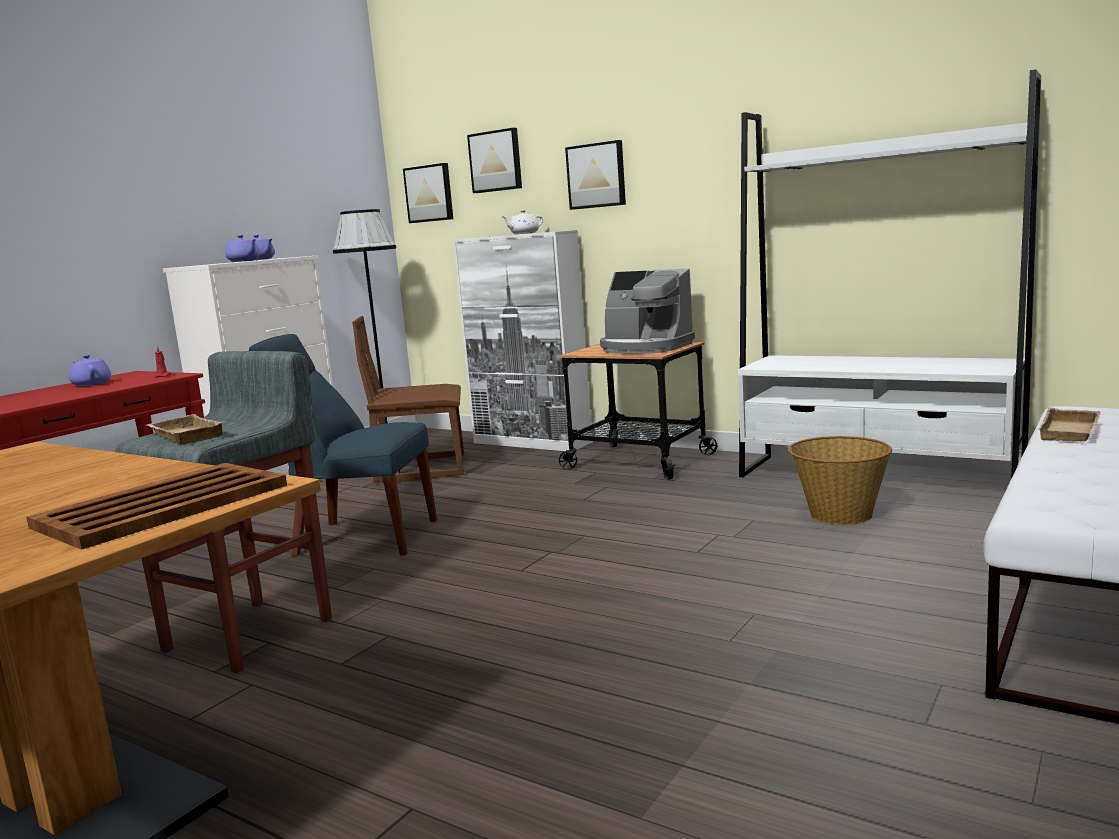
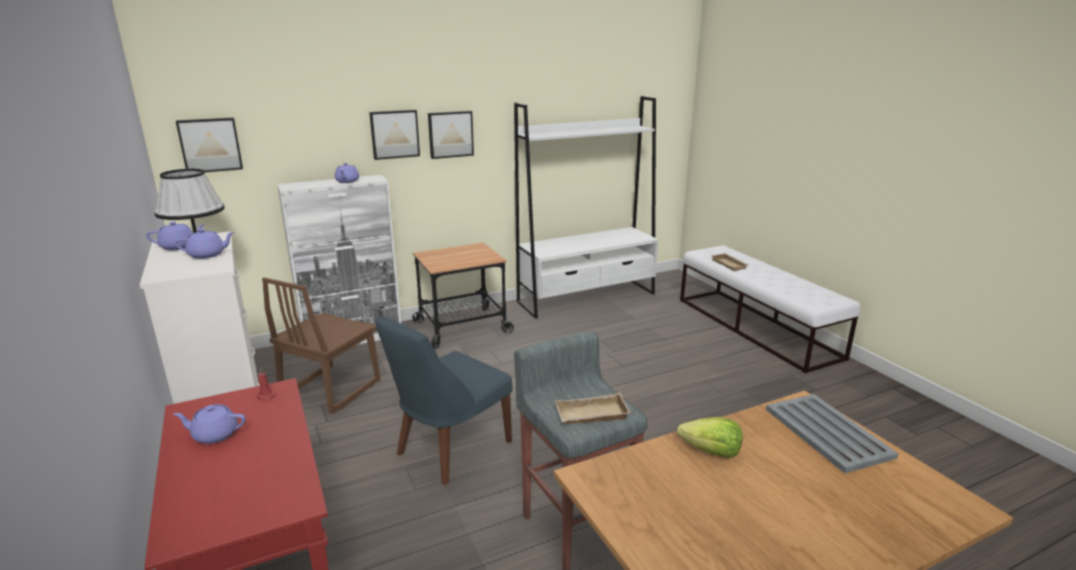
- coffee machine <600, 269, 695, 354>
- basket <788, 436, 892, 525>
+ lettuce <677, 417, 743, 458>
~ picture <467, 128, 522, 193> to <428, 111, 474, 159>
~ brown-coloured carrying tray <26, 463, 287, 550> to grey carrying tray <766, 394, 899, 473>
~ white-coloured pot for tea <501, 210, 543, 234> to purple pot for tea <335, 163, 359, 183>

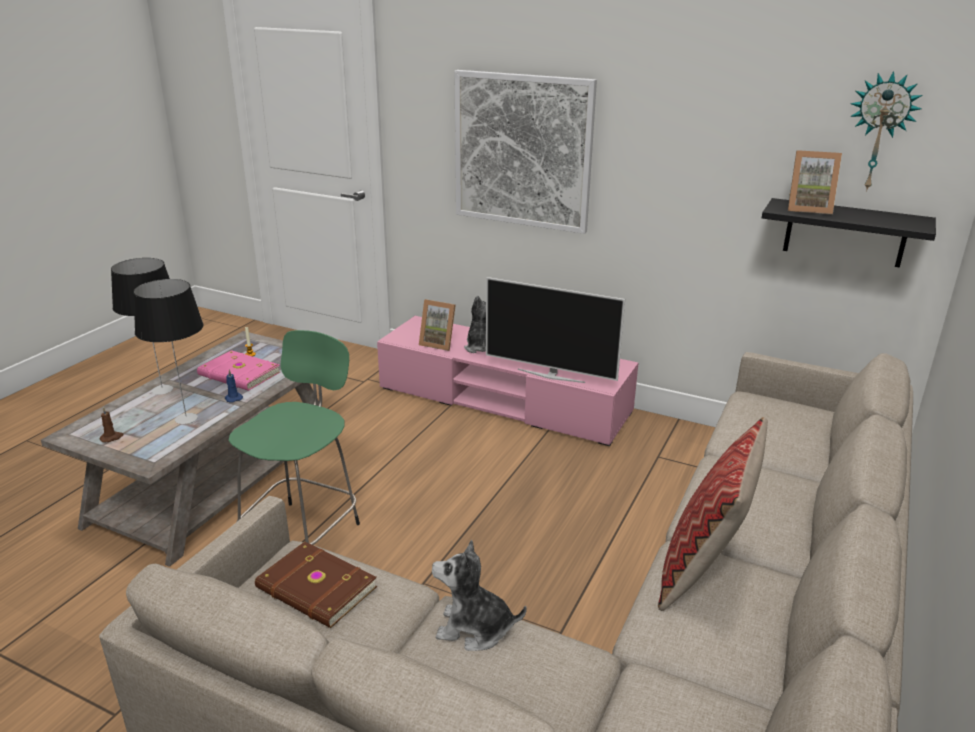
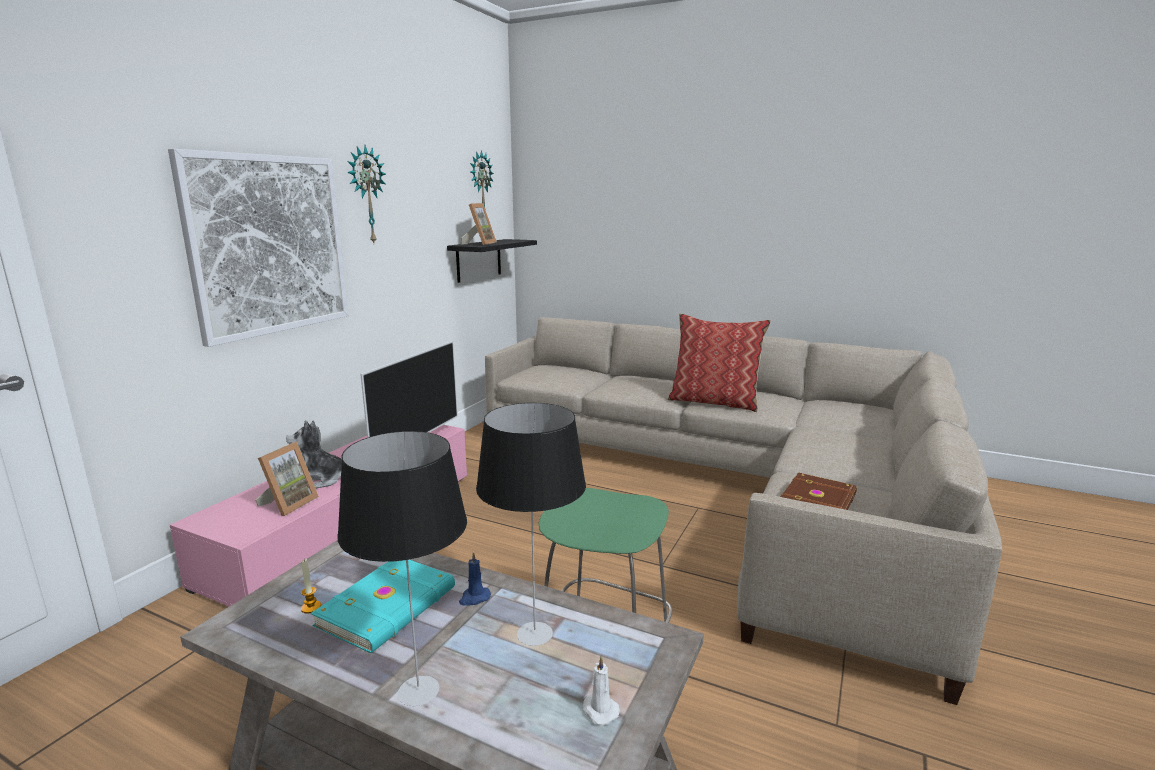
- plush toy <432, 540, 527, 651>
+ wall clock <347, 145, 386, 243>
~ brown-coloured wax candle <99, 407, 124, 443> to white-coloured wax candle <582, 656, 620, 725>
~ pinkish volume <197, 350, 280, 391> to turquoise volume <311, 560, 455, 653>

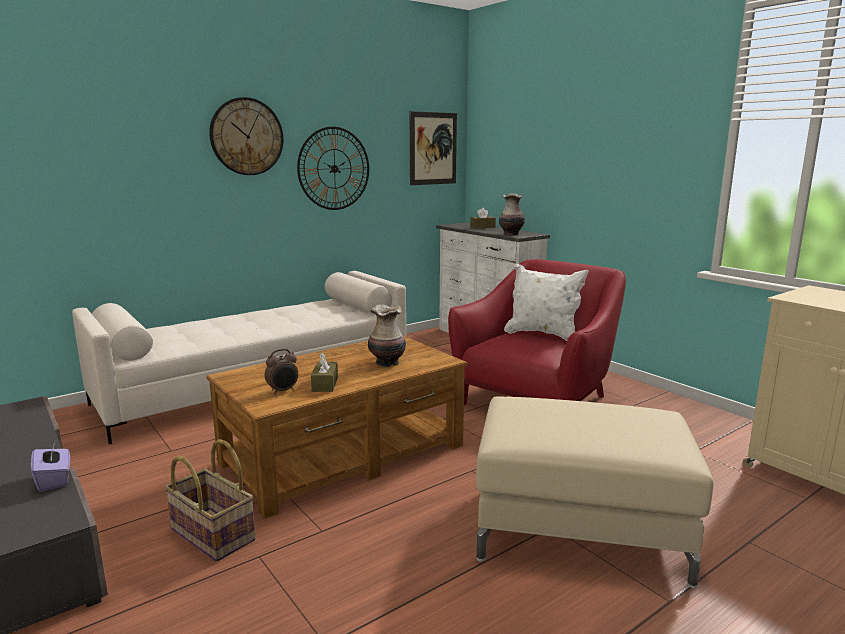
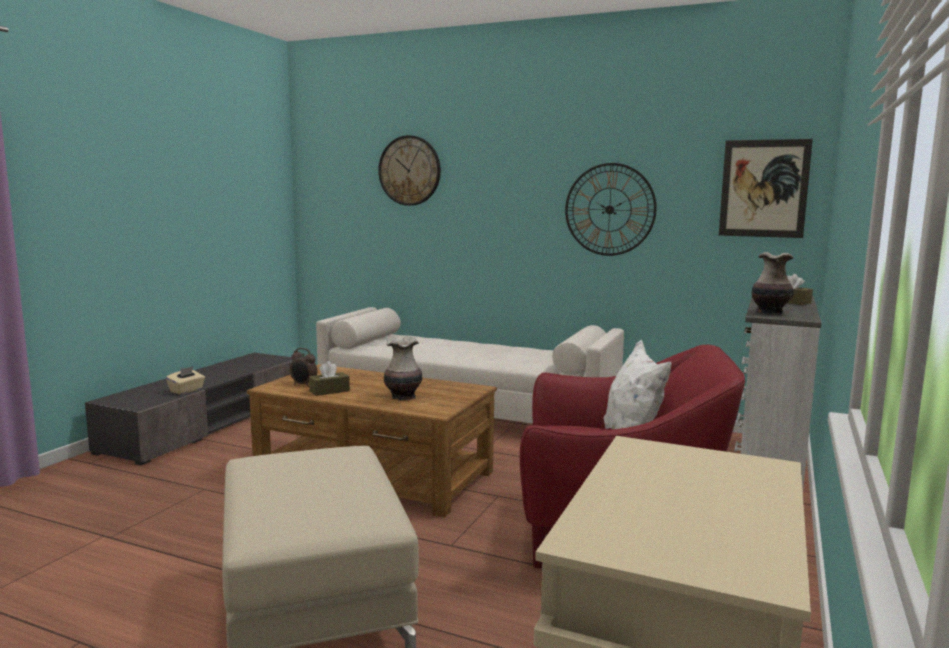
- basket <164, 439, 255, 562>
~ wall clock <209, 97, 284, 175> to <378, 135, 441, 206>
~ purple box of tissues <31, 442, 70, 492> to beige box of tissues <166, 366, 205, 395>

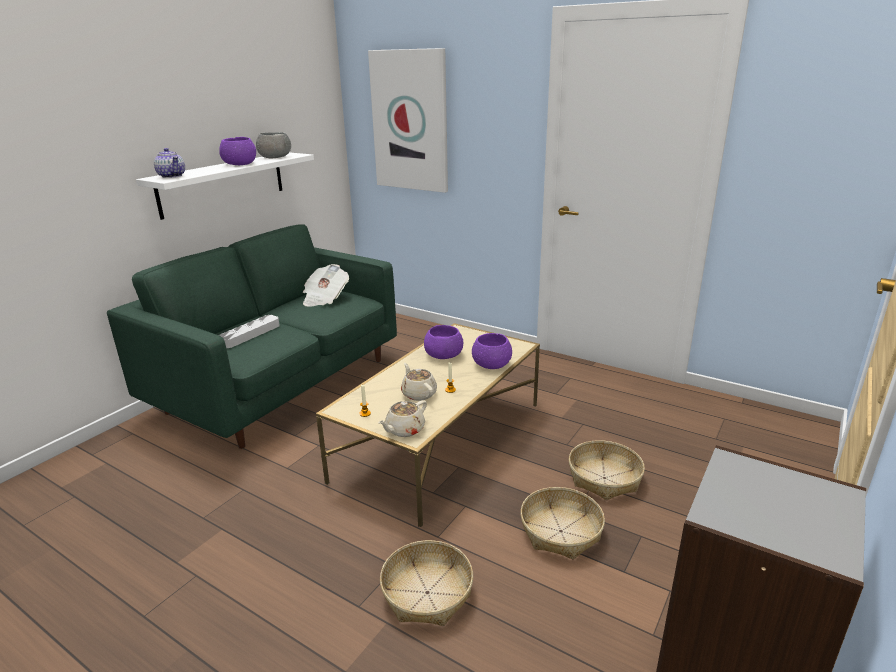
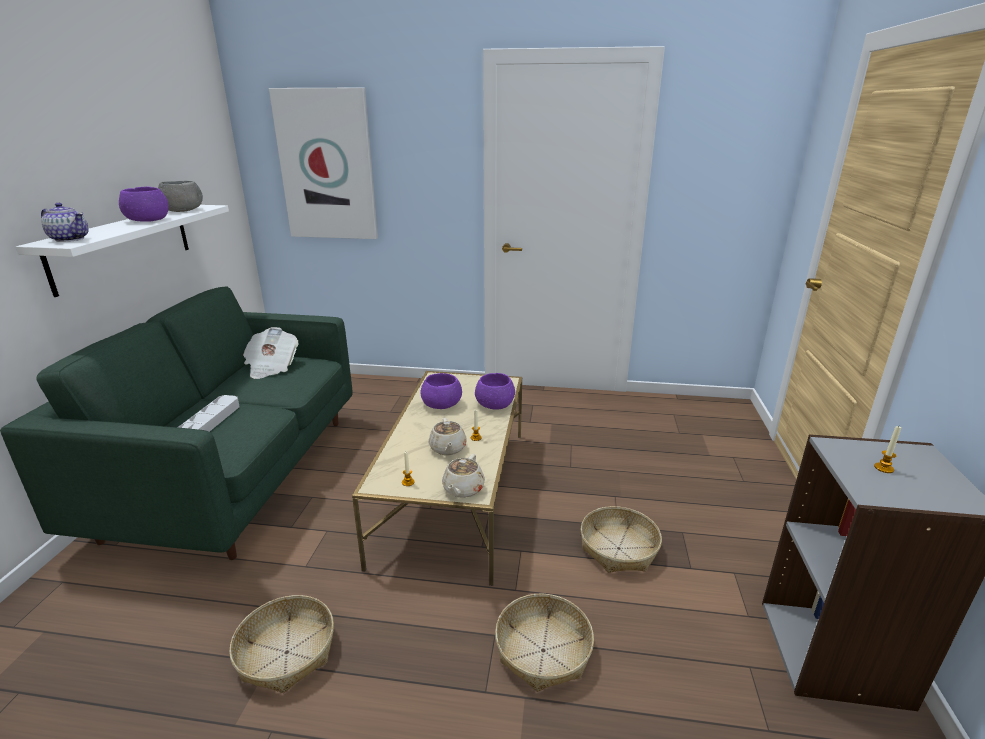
+ wax candle <874, 426, 901, 473>
~ basket <569, 440, 645, 500> to <229, 595, 334, 693>
~ beige pot for tea <401, 363, 437, 401> = <429, 418, 467, 455> 135 degrees counterclockwise

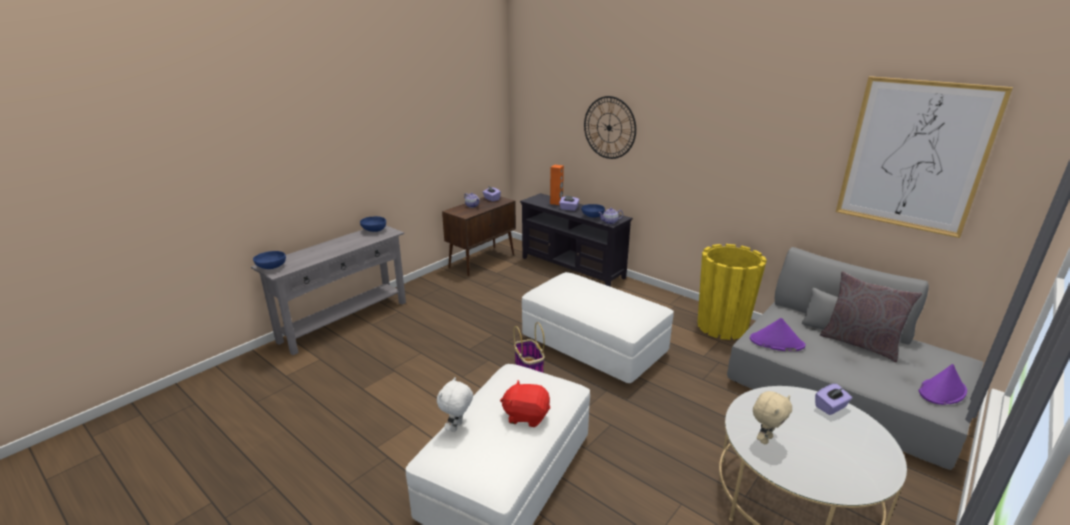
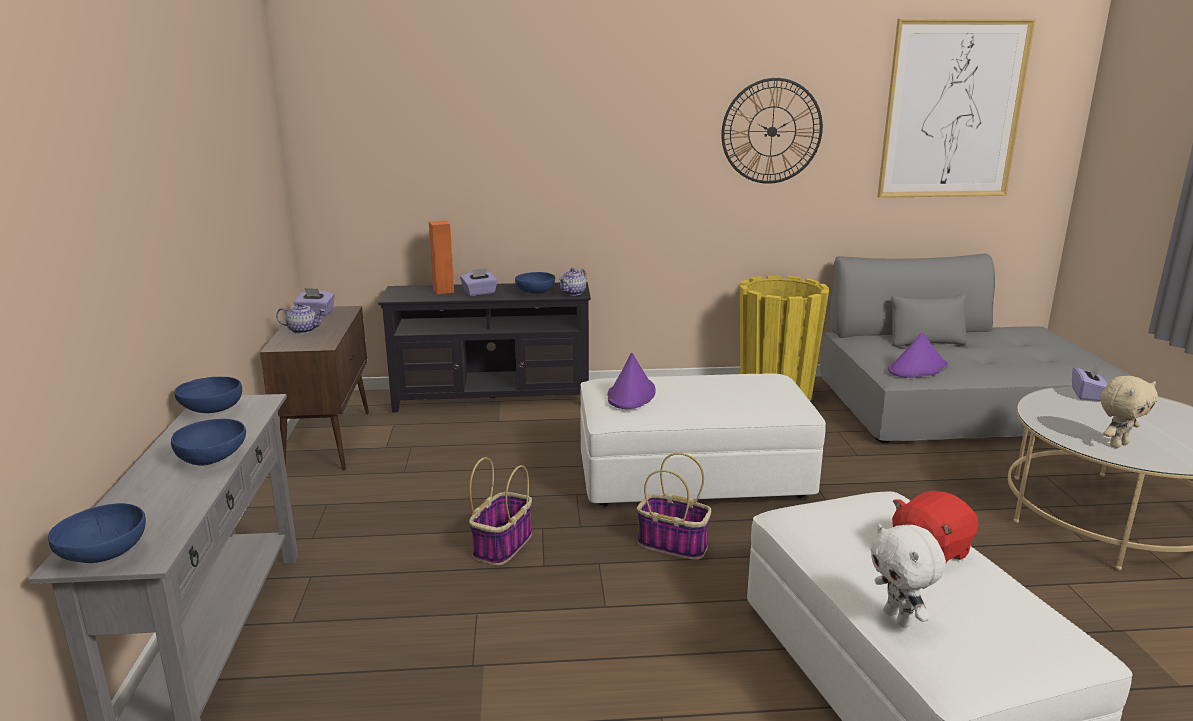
- grey cushion <820, 271, 922, 362>
+ blue deep dish <171, 419, 246, 466>
+ basket <469, 457, 532, 565>
~ wall clock <584, 96, 636, 159> to <721, 78, 823, 184>
~ purple clothing hat <919, 364, 967, 405> to <607, 353, 655, 409>
~ beige plush toy <753, 391, 792, 444> = <1100, 376, 1158, 448> 60 degrees clockwise

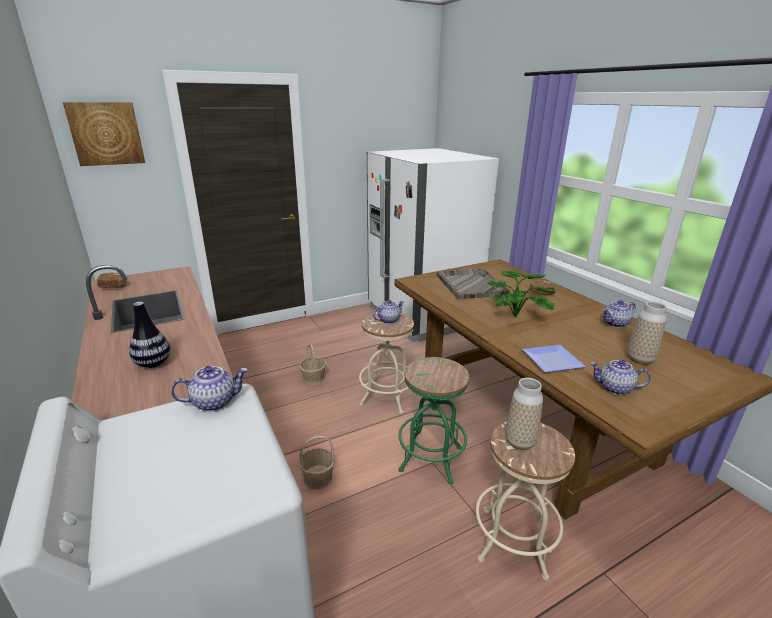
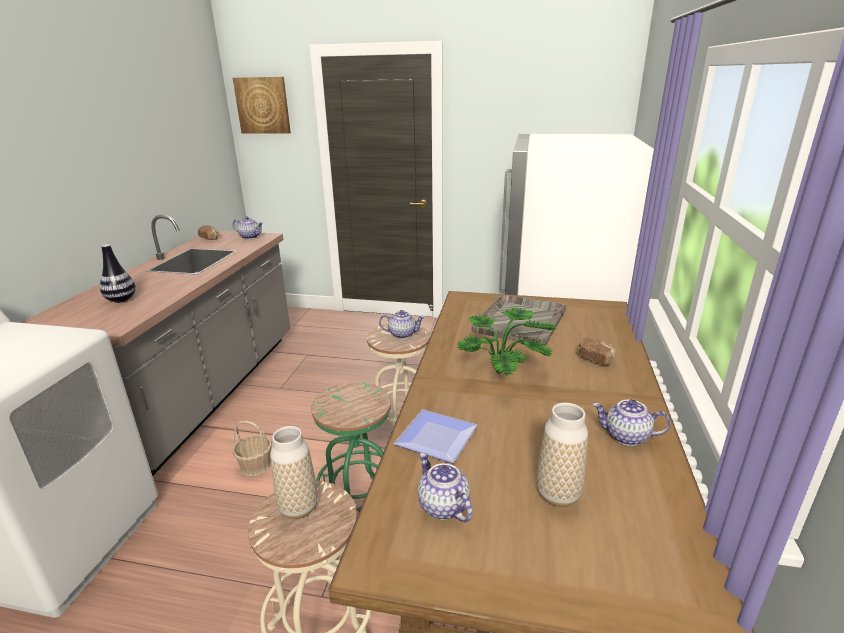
- basket <299, 344, 326, 385>
~ pot for tea <171, 366, 248, 411> to <233, 216, 263, 239>

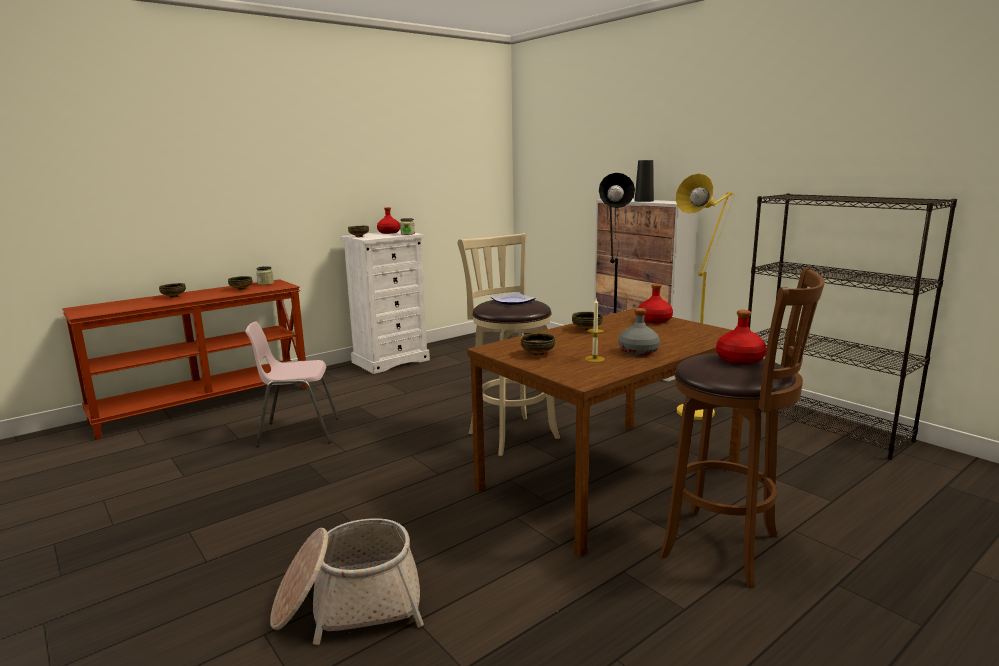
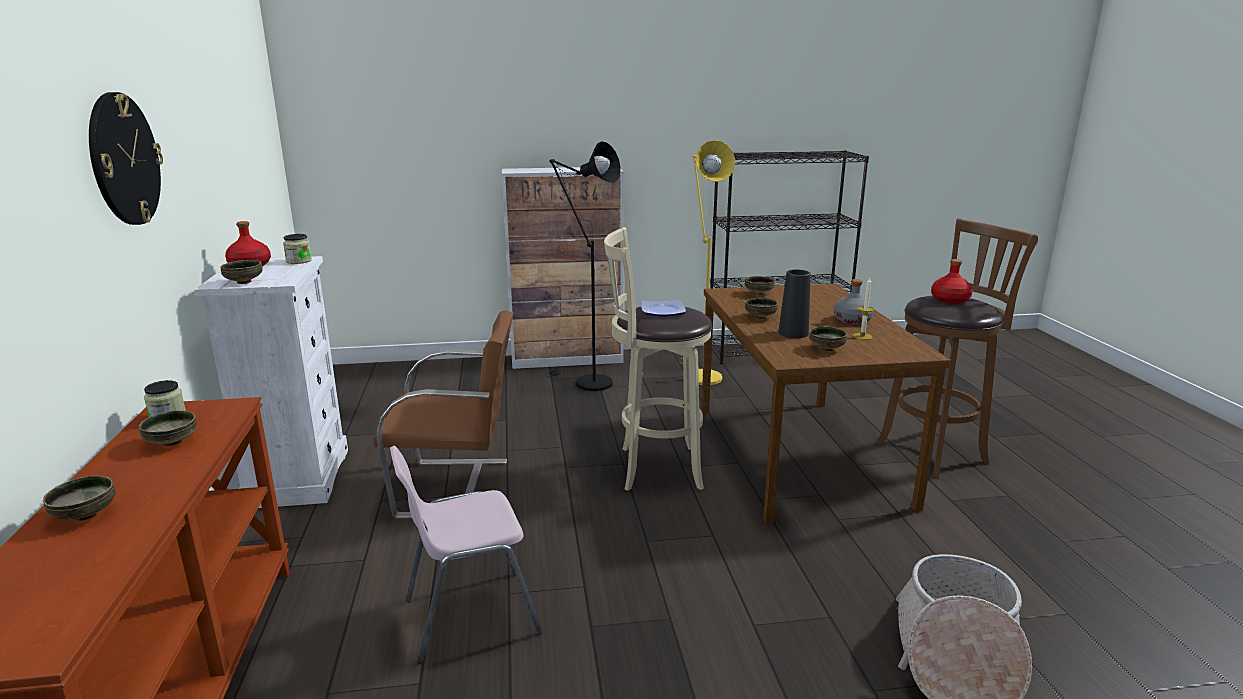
+ wall clock <89, 92, 163, 225>
+ brown-coloured plain chair <373, 310, 513, 519>
~ black-coloured flower vase <635, 160, 654, 202> to <778, 269, 811, 338>
~ reddish bottle <639, 284, 673, 324> to deep dish <745, 276, 775, 295>
~ pinkish plain chair <245, 322, 339, 447> = <390, 446, 543, 663> 45 degrees clockwise

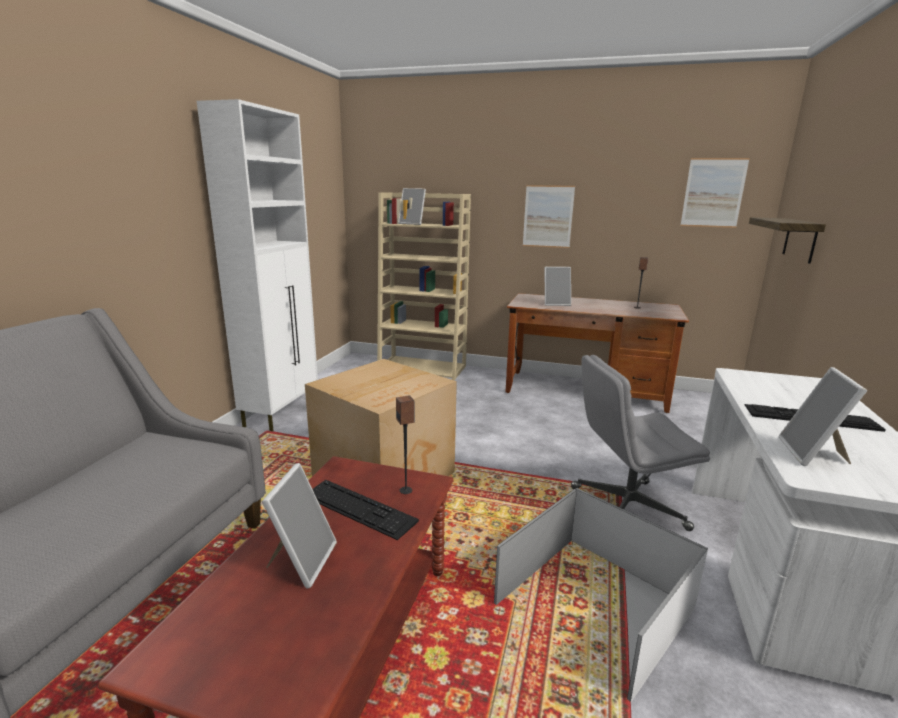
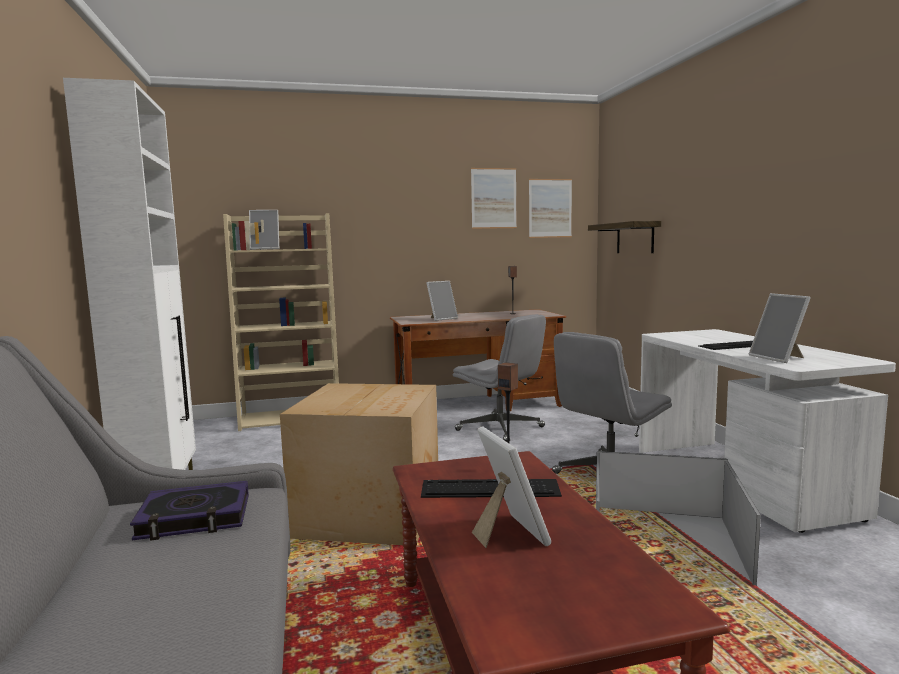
+ volume <130, 481, 249, 541>
+ grey desk chair <453, 314, 546, 442>
~ picture <523, 185, 575, 248> to <471, 168, 517, 229>

